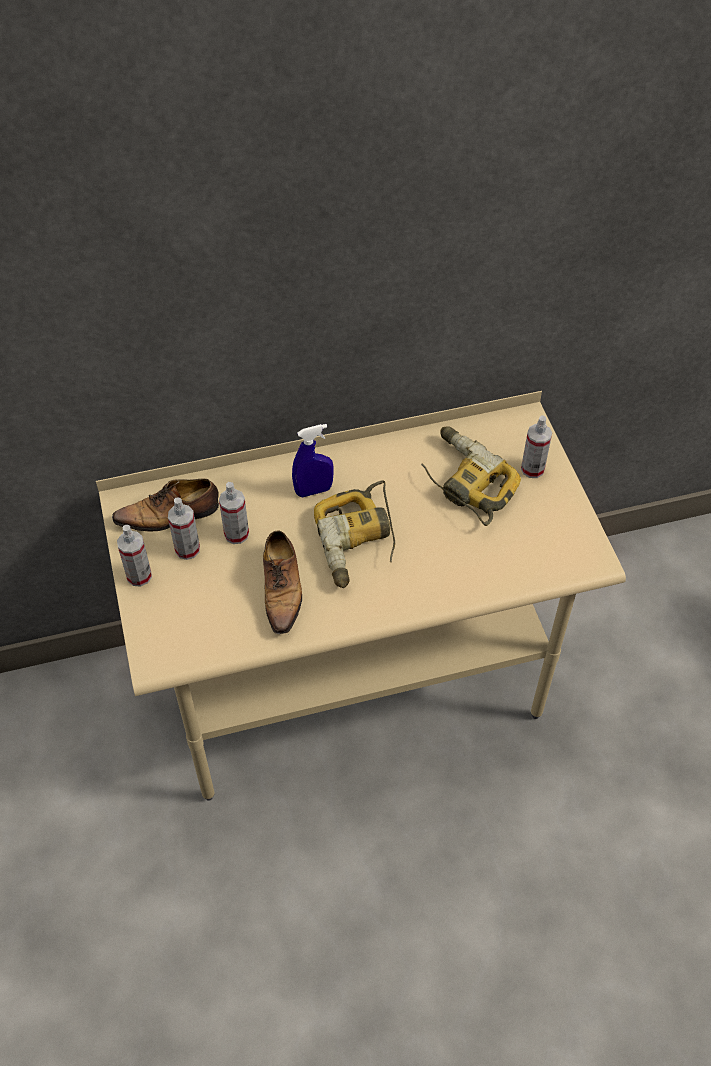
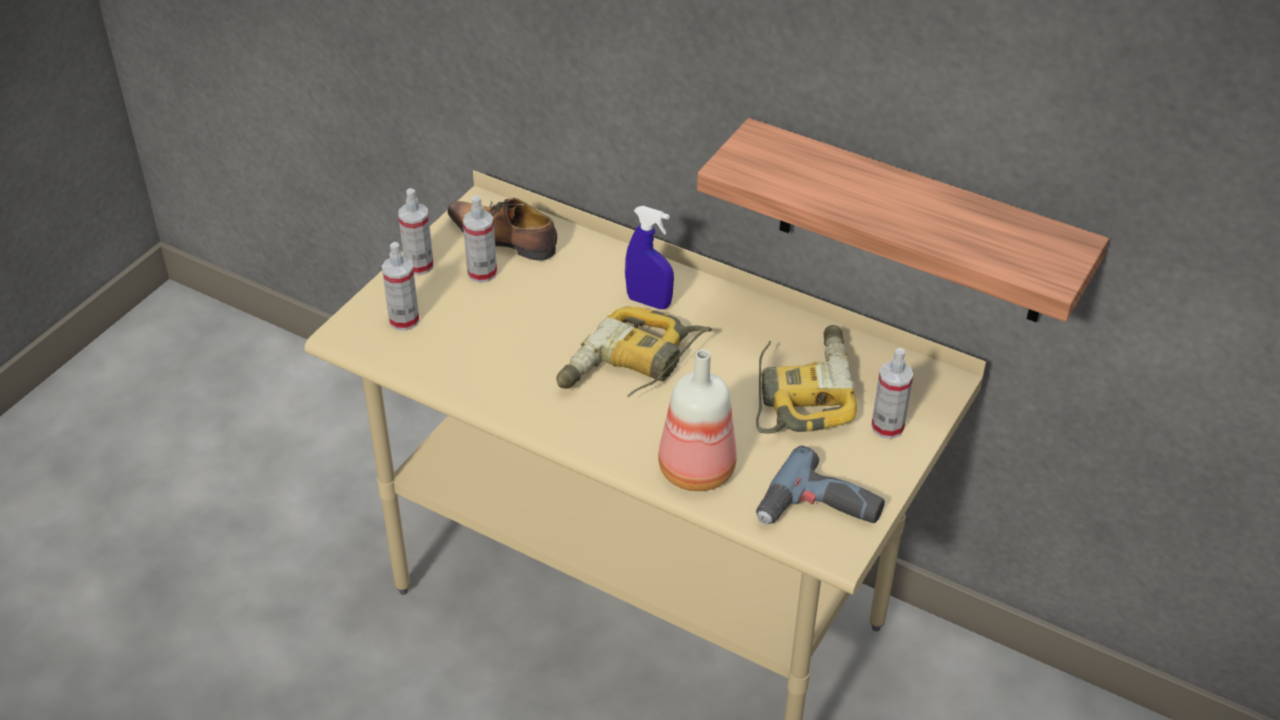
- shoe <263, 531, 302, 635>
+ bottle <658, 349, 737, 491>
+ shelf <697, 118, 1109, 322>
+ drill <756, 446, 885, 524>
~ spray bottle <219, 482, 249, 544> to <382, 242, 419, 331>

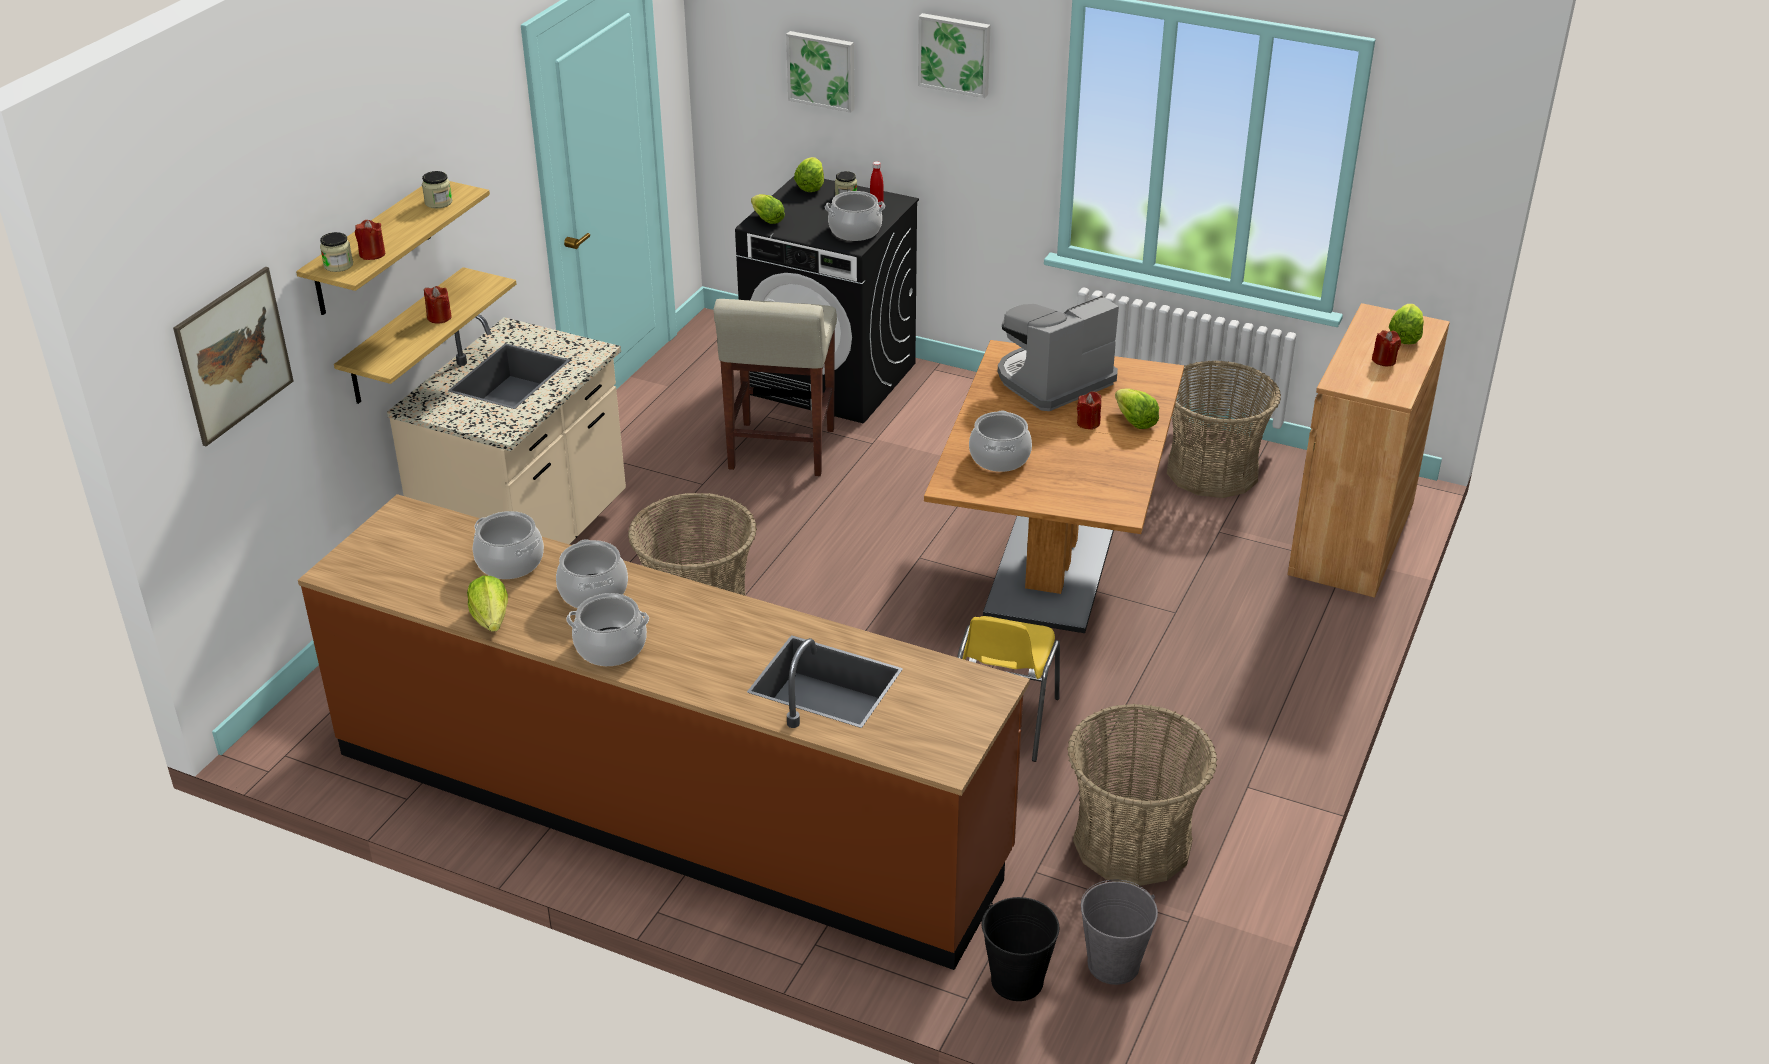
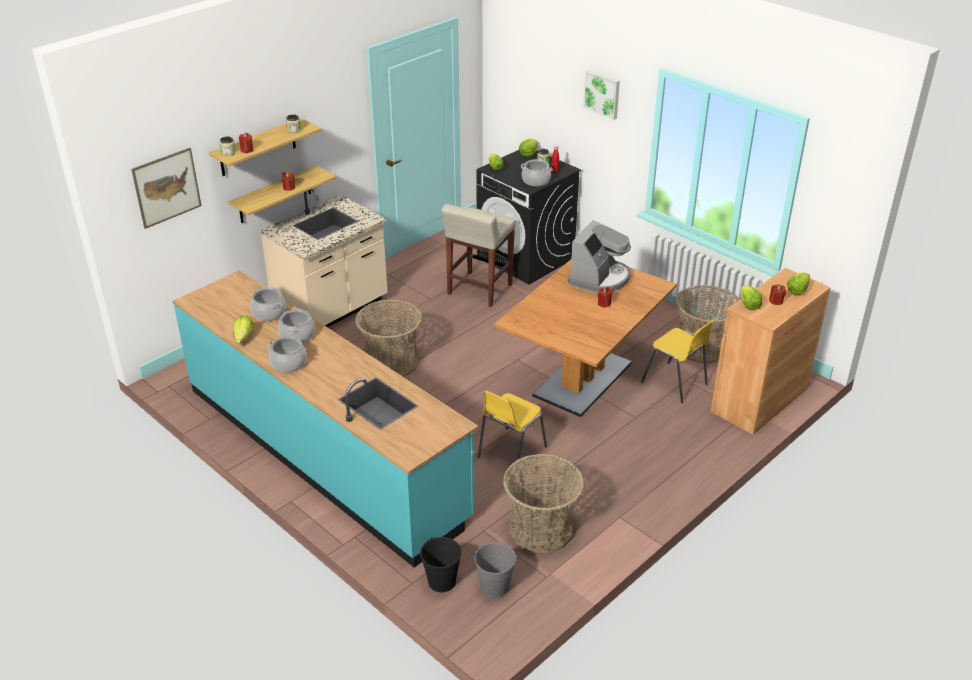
- picture <786, 31, 855, 113>
- saucepot <969, 411, 1032, 472>
+ yellowish plain chair <641, 320, 714, 403>
~ lettuce <1115, 389, 1159, 429> to <741, 285, 762, 310>
~ brown-coloured kitchen counter <298, 494, 1030, 970> to turquoise kitchen counter <172, 270, 478, 568>
~ coffee machine <998, 295, 1119, 411> = <568, 220, 631, 293> 135 degrees clockwise

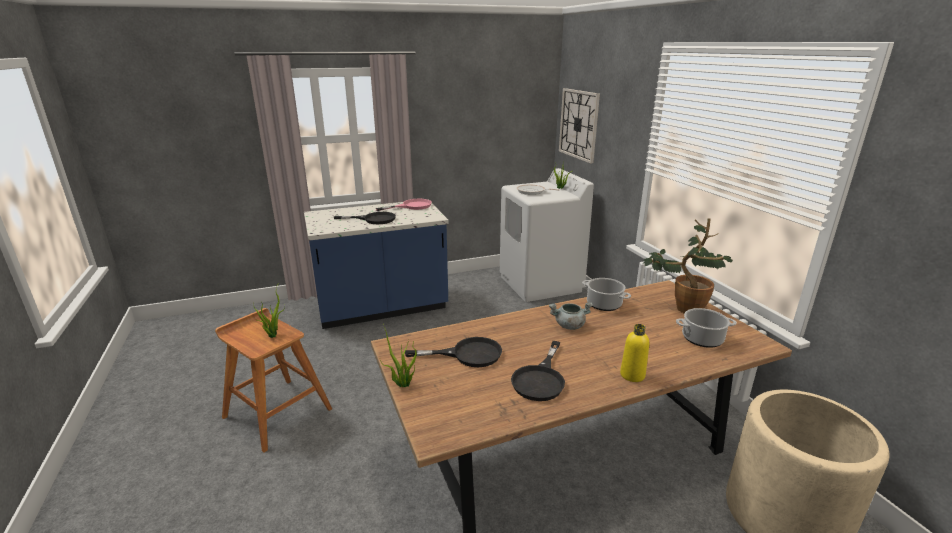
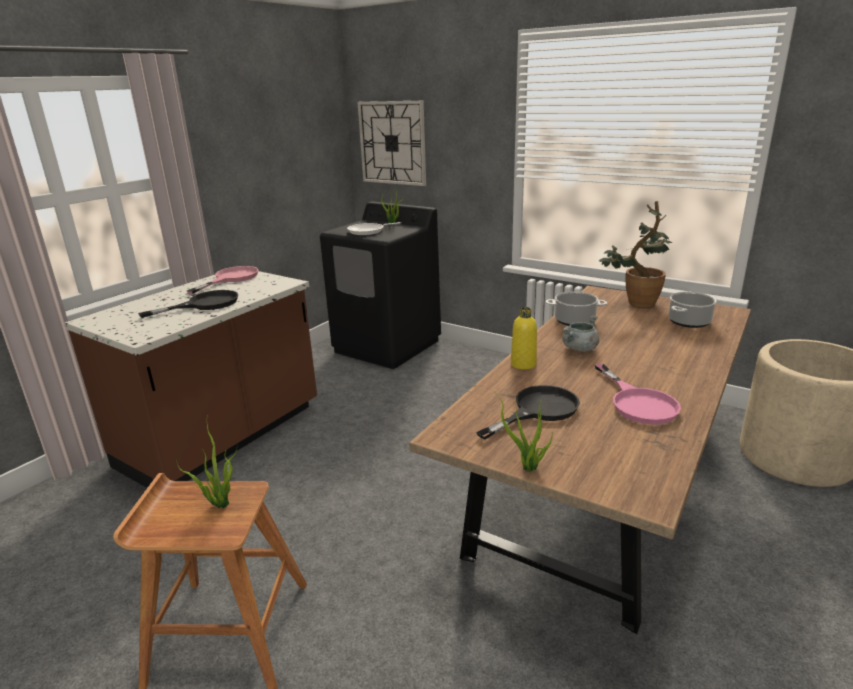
~ yellowish bottle <620, 324, 649, 382> to <511, 307, 537, 370>
~ blue kitchen counter <304, 199, 449, 329> to brown-coloured kitchen counter <64, 271, 317, 488>
~ white-coloured washing machine <500, 168, 594, 302> to black-coloured washing machine <320, 202, 441, 369>
~ black-coloured frying pan <511, 341, 565, 401> to pinkish frying pan <595, 364, 681, 425>

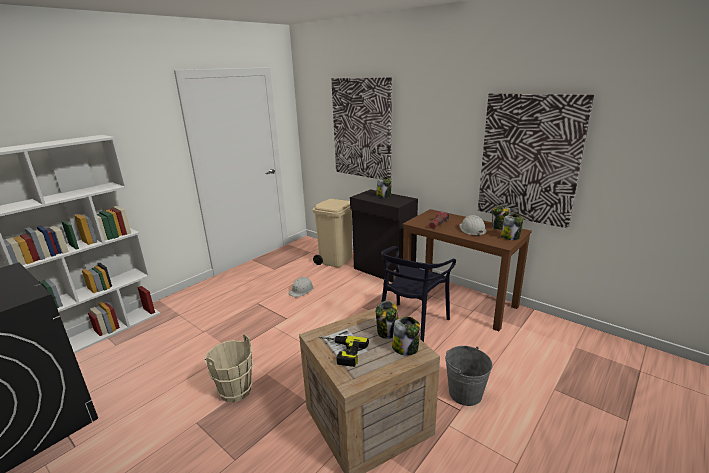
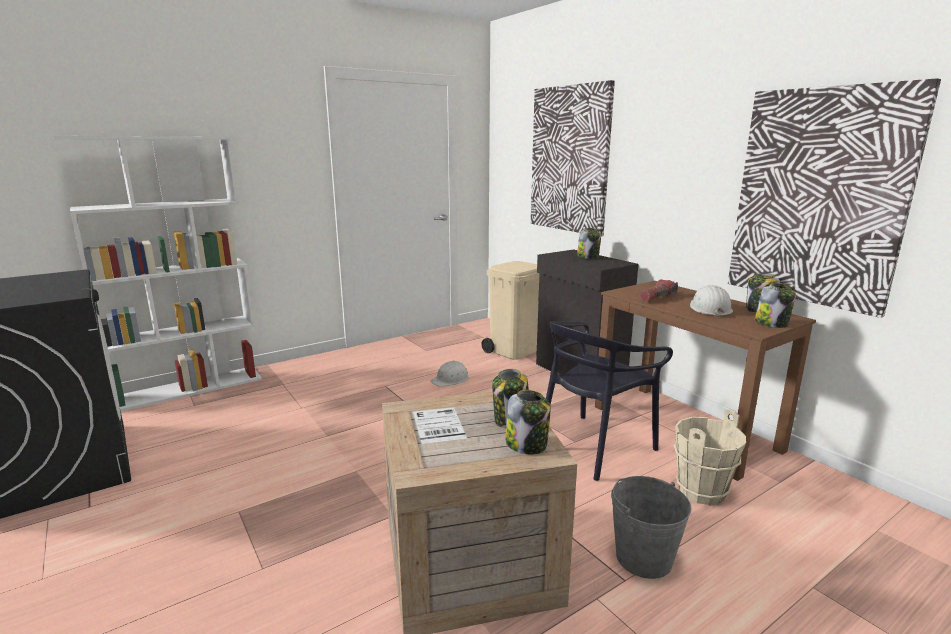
- drill <318, 336, 369, 367>
~ beige pail <205, 334, 253, 402> to <674, 409, 746, 506>

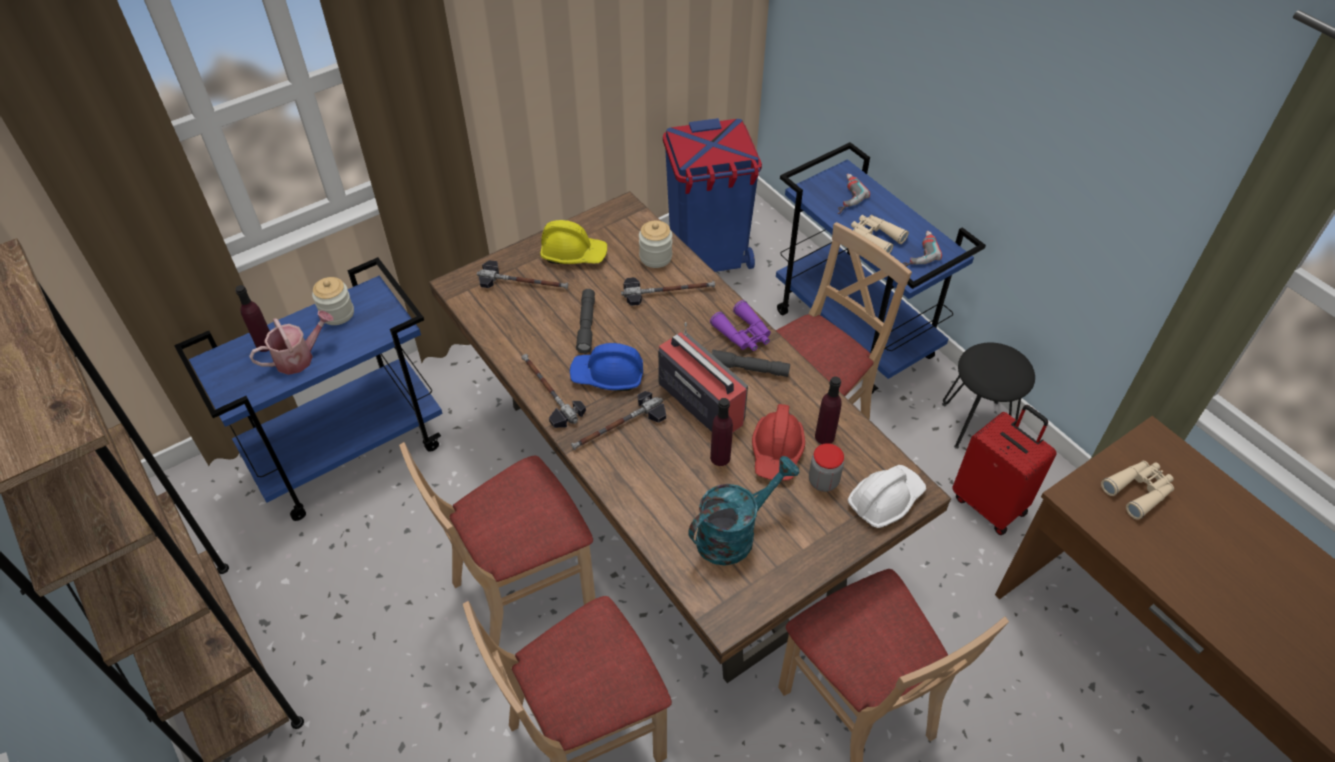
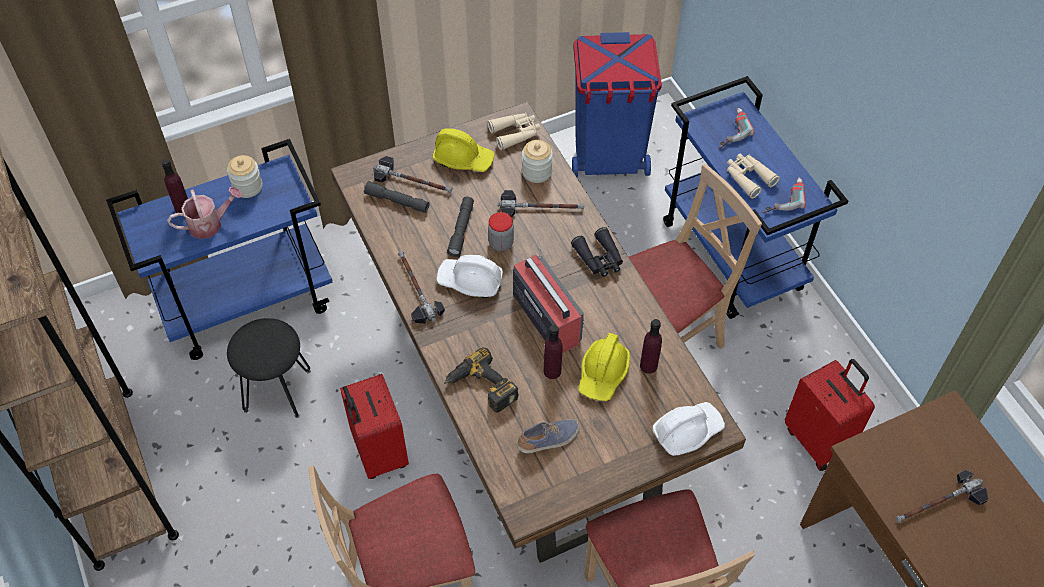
+ drill <444, 347, 519, 413>
~ tool hammer <571, 391, 666, 450> to <896, 470, 988, 523>
~ grey flashlight <712, 349, 790, 377> to <364, 181, 429, 213>
~ jar <809, 443, 844, 492> to <488, 212, 514, 251>
~ black-coloured stool <942, 343, 1035, 449> to <227, 318, 311, 418>
~ beige binoculars <1101, 461, 1174, 520> to <487, 113, 540, 151>
~ beige plain chair <399, 442, 596, 646> to reddish suitcase <340, 374, 409, 479>
~ turquoise watering can <688, 456, 799, 566> to shoe <517, 419, 580, 453>
~ blue hard hat <570, 343, 643, 391> to white-coloured hard hat <437, 255, 503, 298>
~ purple binoculars <710, 300, 771, 351> to black-coloured binoculars <571, 227, 623, 277>
~ reddish hard hat <752, 404, 805, 481> to yellowish hard hat <578, 333, 630, 401>

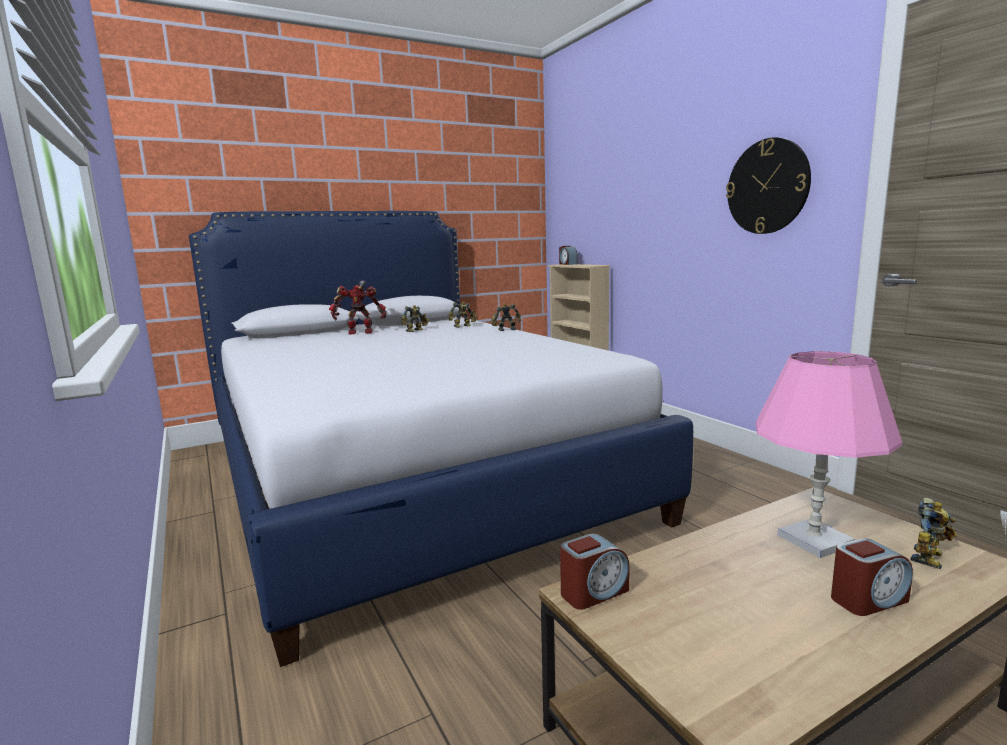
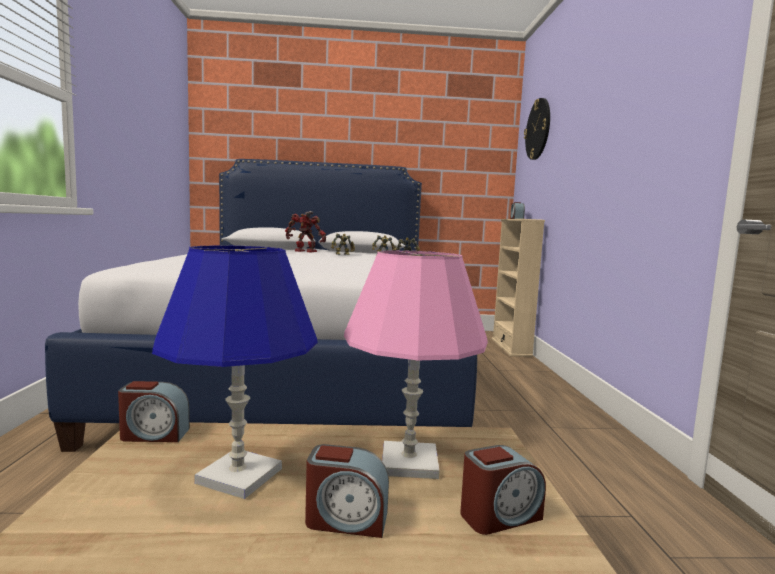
+ blue tabletop lamp <152, 245, 318, 499>
~ wall clock <726, 137, 811, 234> to <524, 98, 550, 160>
~ toy robot <911, 498, 957, 569> to bedside clock <460, 445, 546, 535>

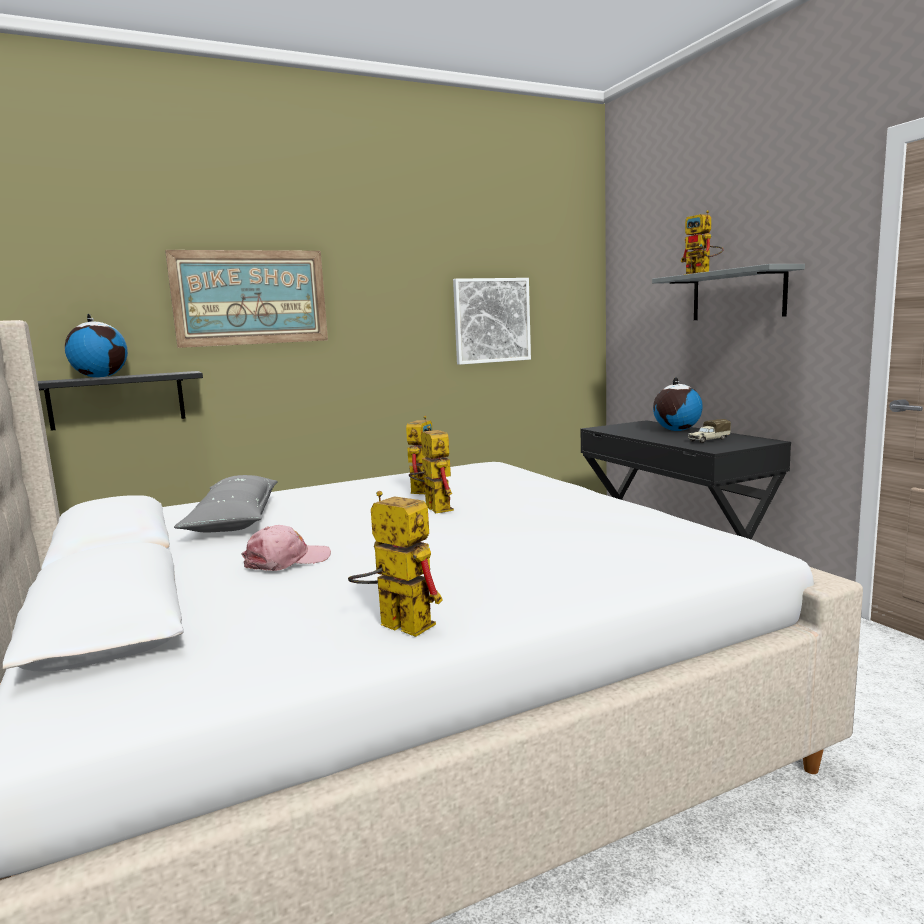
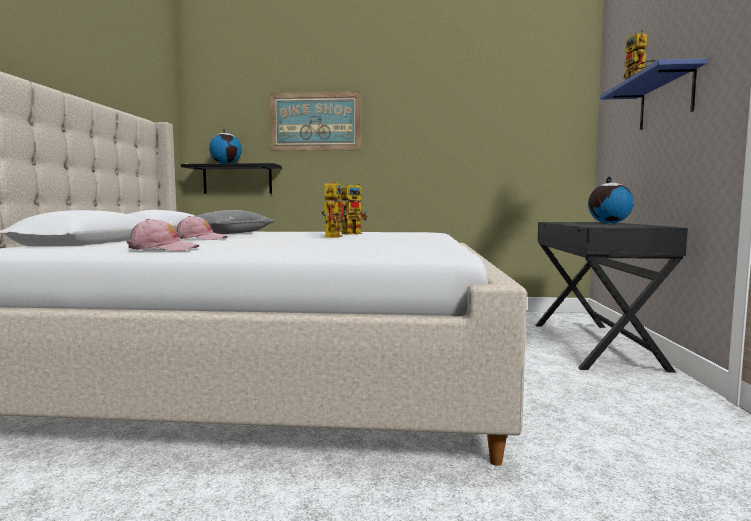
- picture <453, 278, 531, 365>
- toy lorry <688, 419, 731, 443>
~ toy robot <348, 491, 443, 637> to pinkish baseball cap <127, 219, 199, 251>
~ grey shelf <652, 264, 805, 320> to blue shelf <600, 58, 707, 130>

